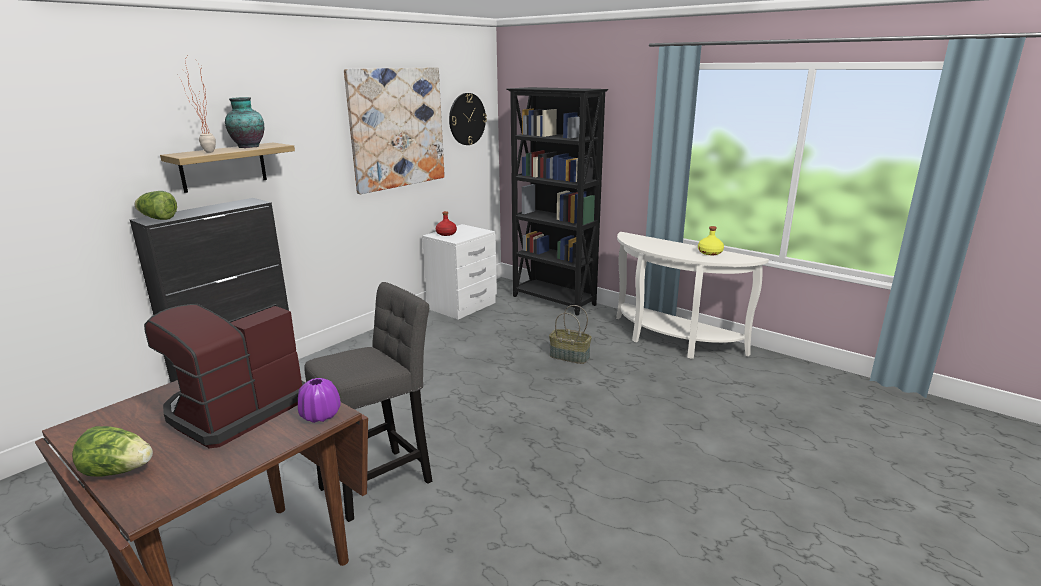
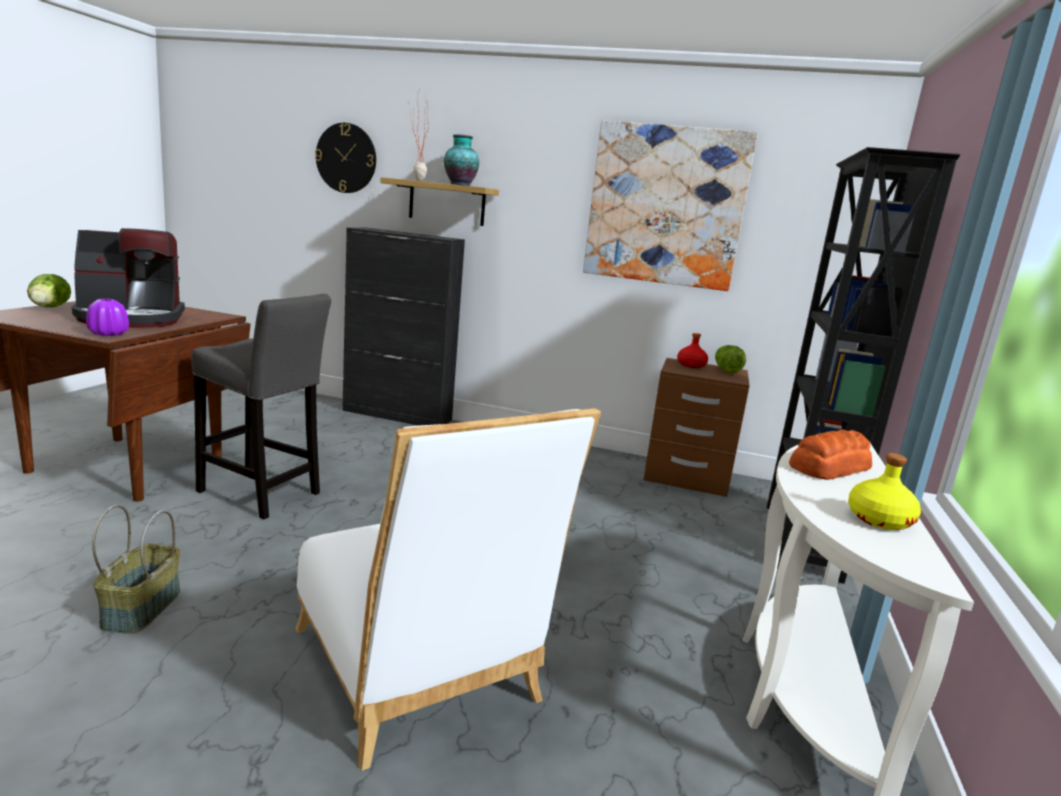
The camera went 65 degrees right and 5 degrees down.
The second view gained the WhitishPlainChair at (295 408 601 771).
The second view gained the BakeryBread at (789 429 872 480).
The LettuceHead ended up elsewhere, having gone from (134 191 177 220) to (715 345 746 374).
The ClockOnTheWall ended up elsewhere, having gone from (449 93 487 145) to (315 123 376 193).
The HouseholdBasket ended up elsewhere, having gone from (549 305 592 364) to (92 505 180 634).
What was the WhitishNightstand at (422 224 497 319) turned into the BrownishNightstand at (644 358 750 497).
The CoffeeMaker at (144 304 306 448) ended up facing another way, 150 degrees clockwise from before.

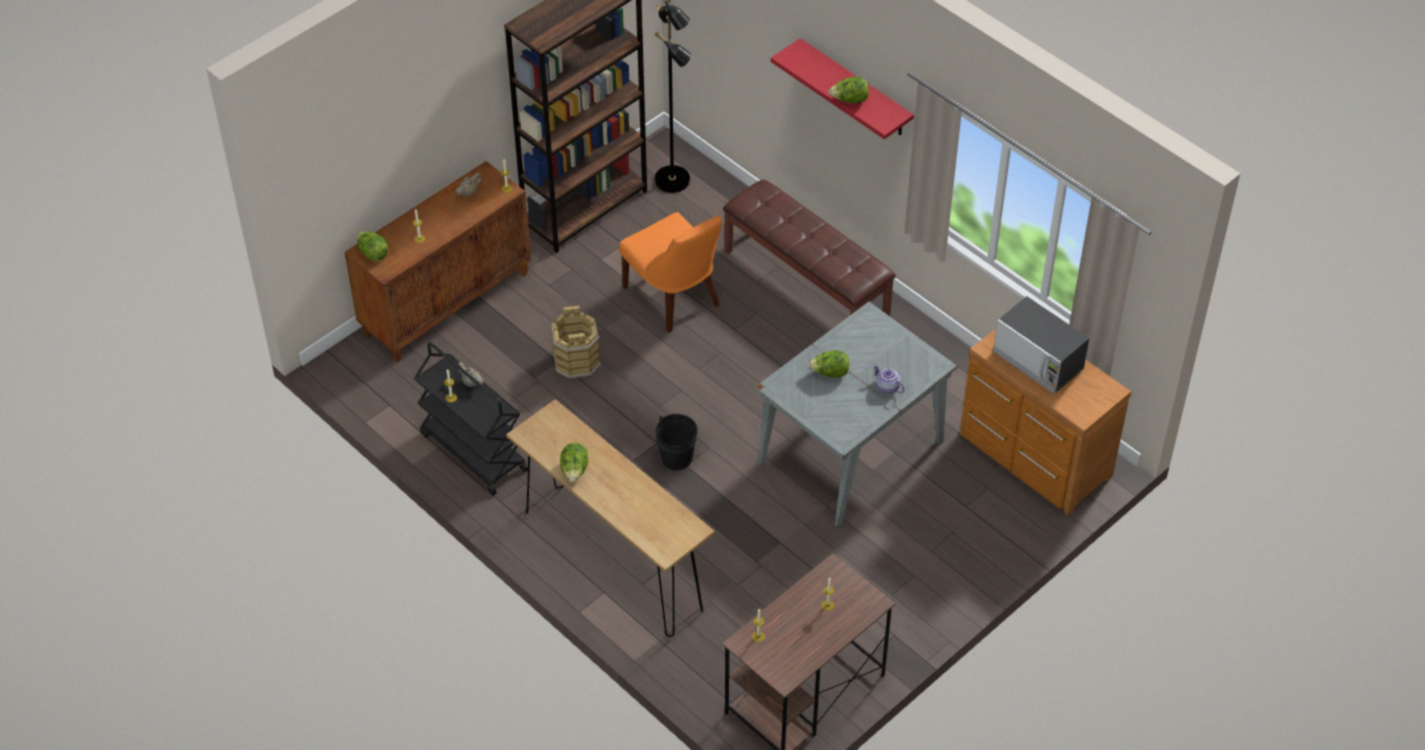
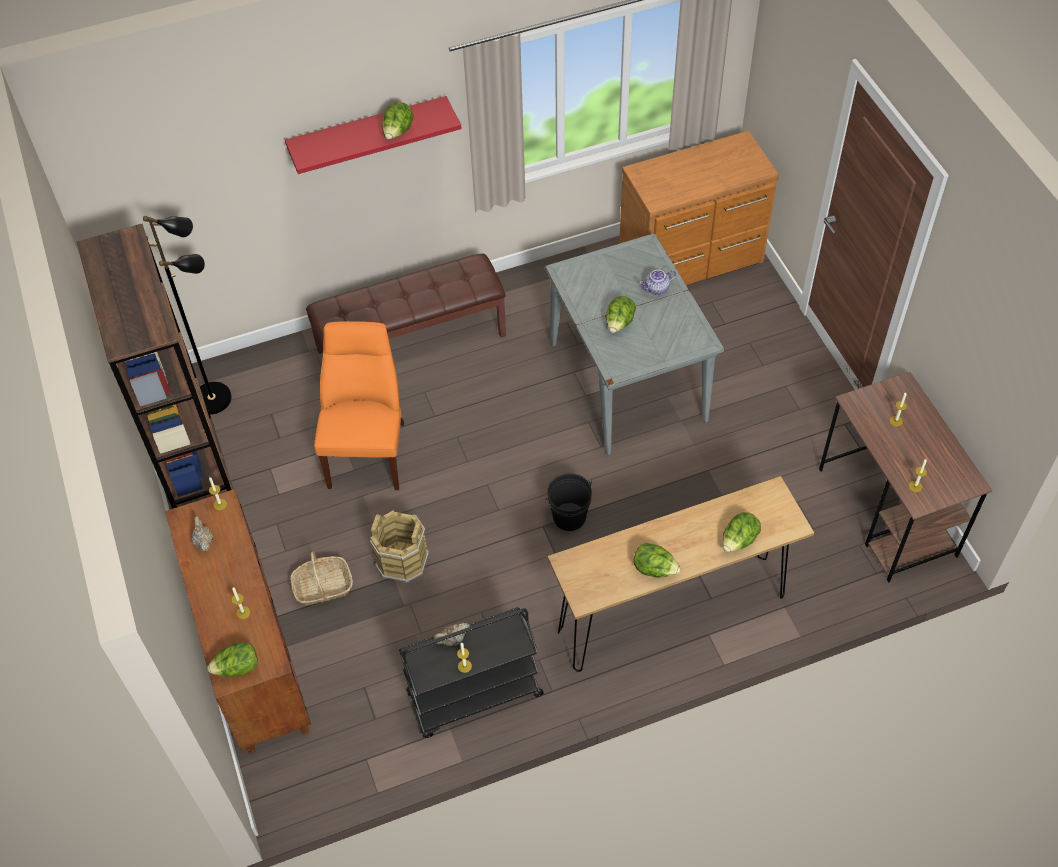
The camera went 65 degrees left and 5 degrees up.
The second view lost the MicrowaveOven at (993 296 1089 394).
The second view gained the HouseholdBasket at (290 552 353 605).
The second view gained the LettuceHead at (723 512 761 552).
The OrangePlainChair at (619 212 722 333) ended up facing another way, 75 degrees counterclockwise from before.

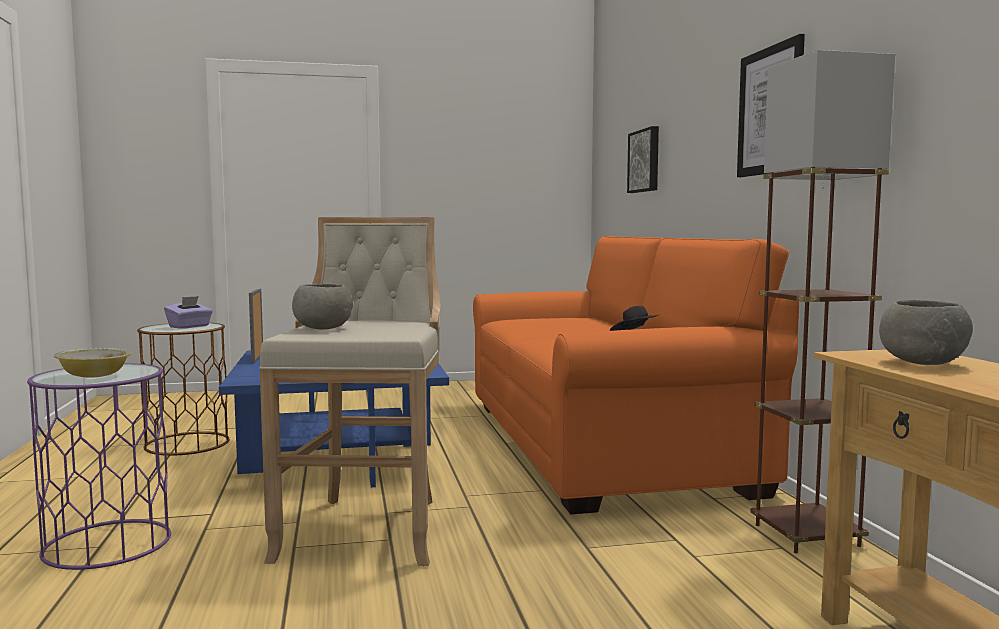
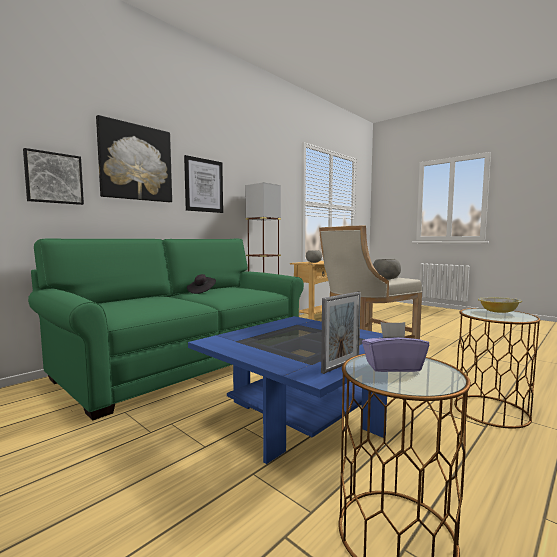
The camera went 125 degrees left and 0 degrees up.
The second view gained the Picture at (96 115 172 202).
What was the PurplishSideTable at (27 363 171 570) turned into the BrownishSideTable at (454 308 540 429).
What was the OrangeCouch at (473 236 799 514) turned into the GreenColouredCouch at (28 238 304 420).

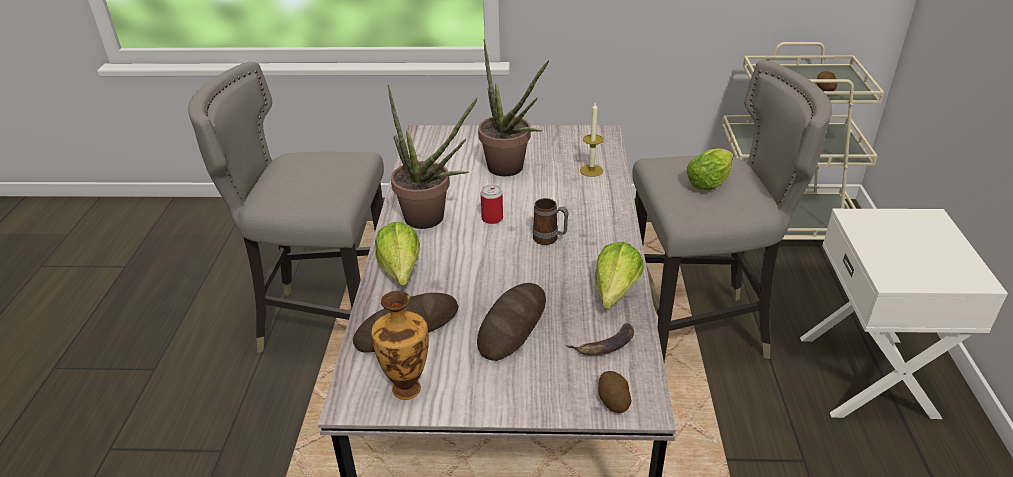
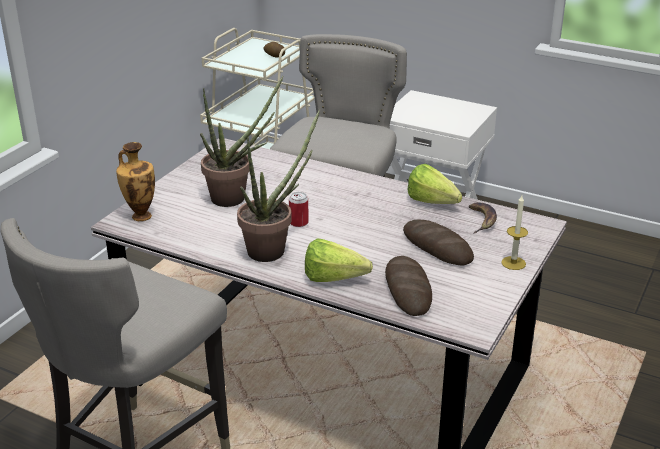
The camera went 65 degrees left and 5 degrees down.
The second view lost the CoffeeMug at (533 198 569 245).
The second view lost the WholePotato at (598 371 631 413).
The second view lost the LettuceHead at (687 148 733 190).
The Vase ended up elsewhere, having gone from (371 291 429 400) to (116 142 155 221).
The WaxLight ended up elsewhere, having gone from (580 103 603 177) to (501 195 528 270).

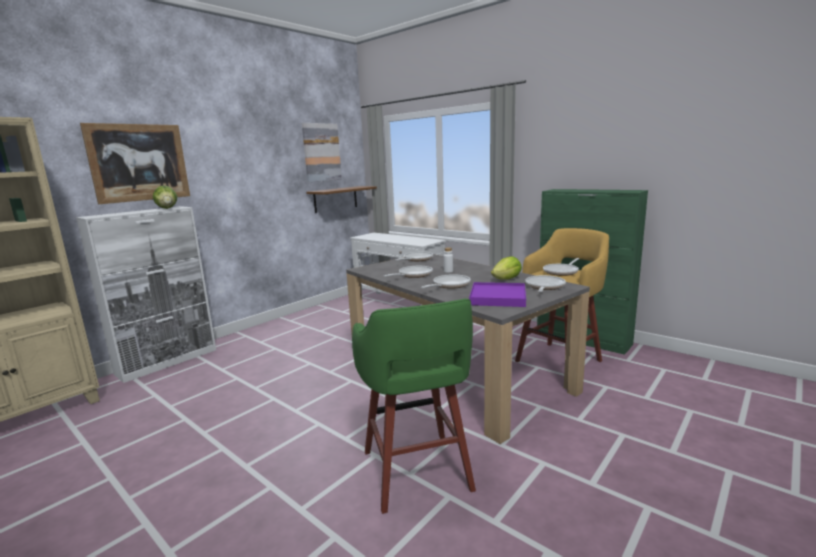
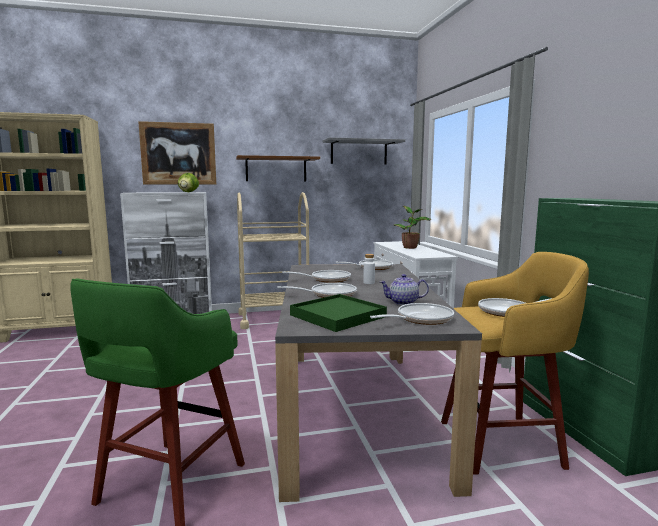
The camera went 35 degrees right and 5 degrees down.
The second view gained the SandColouredTrolley at (237 192 309 329).
The second view gained the Houseplant at (394 206 431 249).
The BrownishShelf ended up elsewhere, having gone from (306 186 377 213) to (236 155 320 181).
Where the Picture hung at (302 123 342 182), the GreyishShelf came to hang at (323 137 405 164).
Where the LettuceHead stood at (491 256 522 280), the PotForTea came to stand at (380 274 429 305).
What was the PurplishTray at (469 282 526 307) turned into the GreenColouredTray at (290 294 387 332).

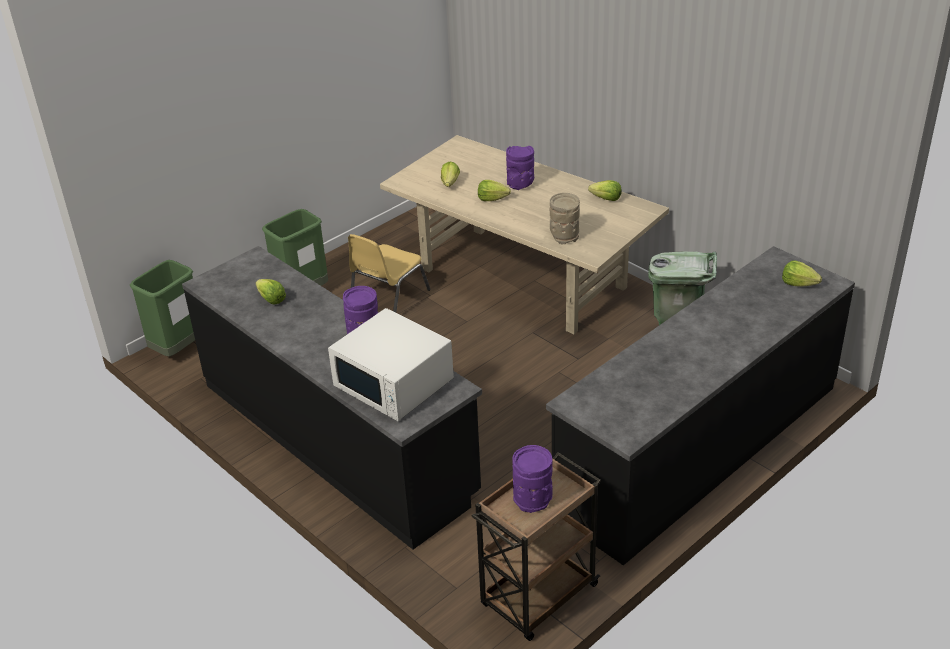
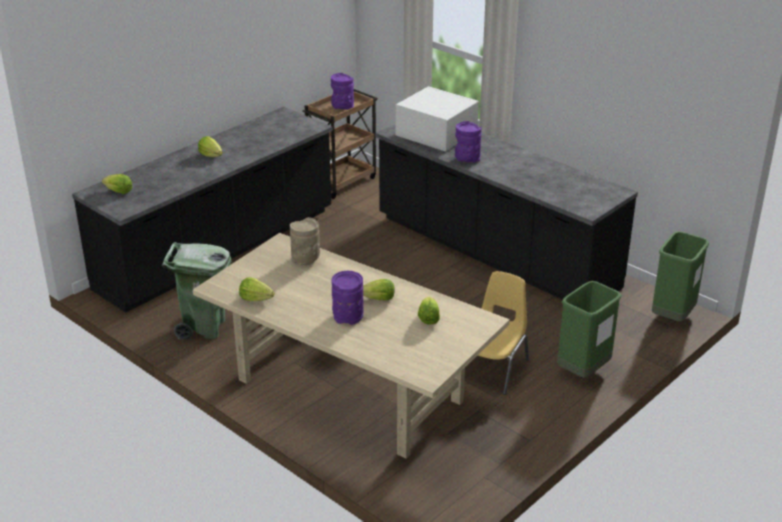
The camera went 175 degrees right and 5 degrees down.
The LettuceHead ended up elsewhere, having gone from (256 279 286 305) to (198 136 223 157).

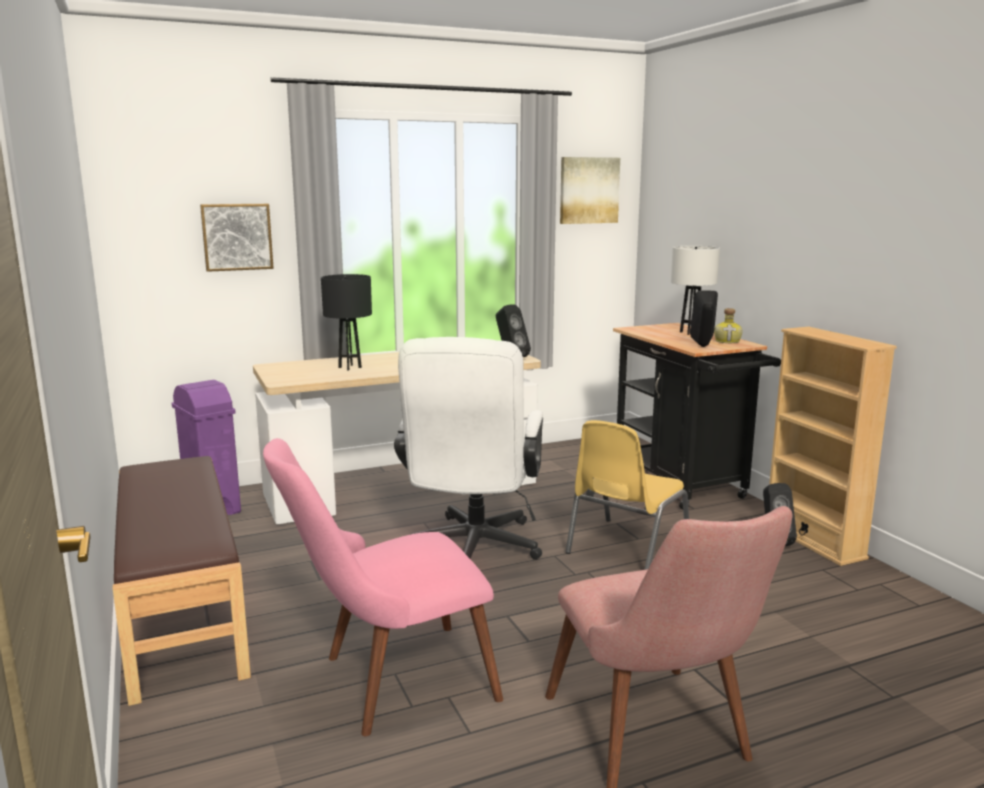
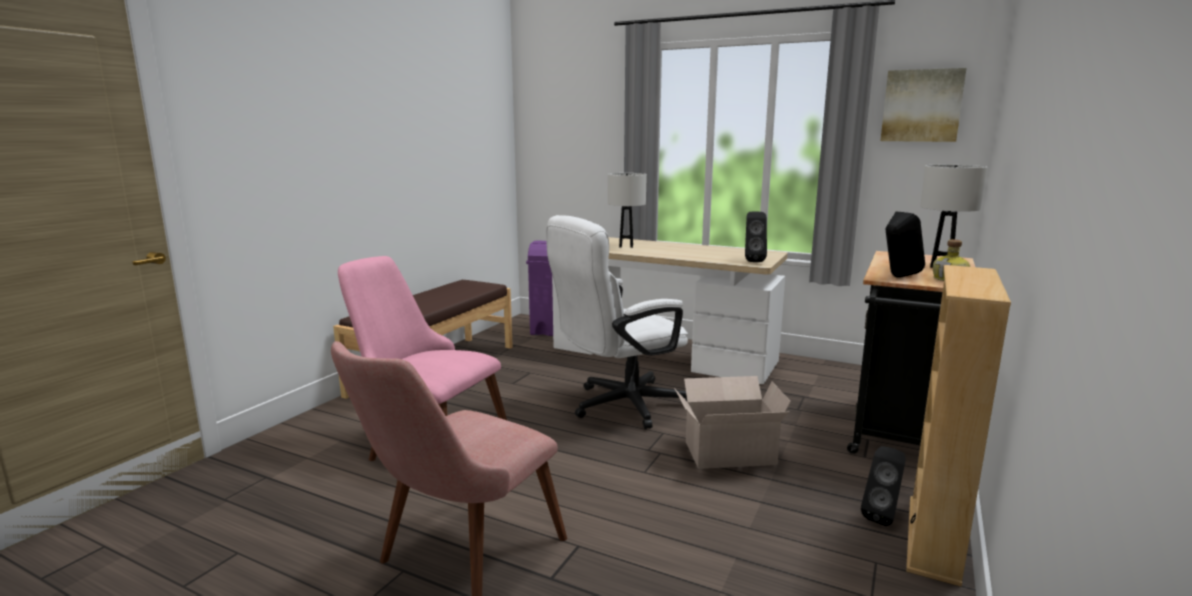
The camera went 50 degrees right and 0 degrees up.
The second view lost the Picture at (200 204 274 272).
Where the YellowPlainChair stood at (565 420 689 570), the Carton came to stand at (674 376 791 469).
What was the BlackTableLamp at (321 274 372 370) turned into the WhitishTableLamp at (608 173 647 248).

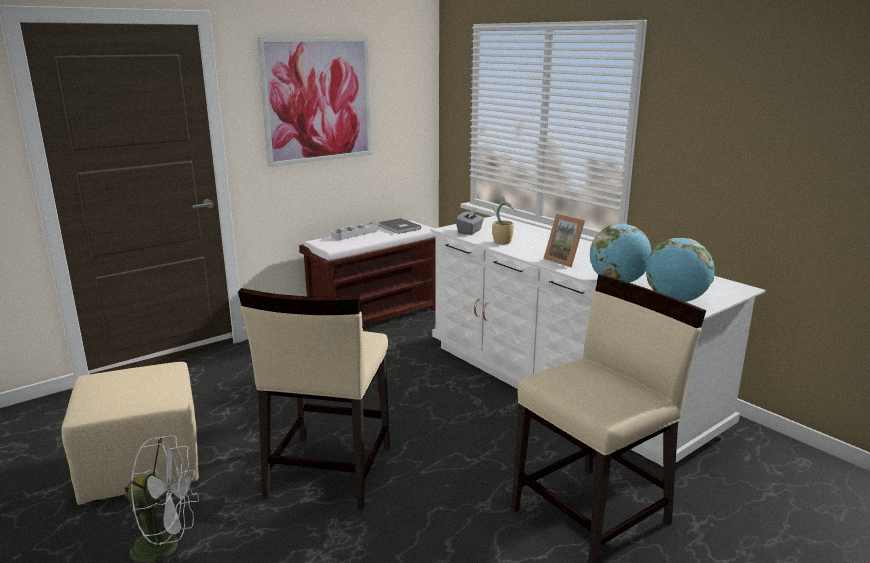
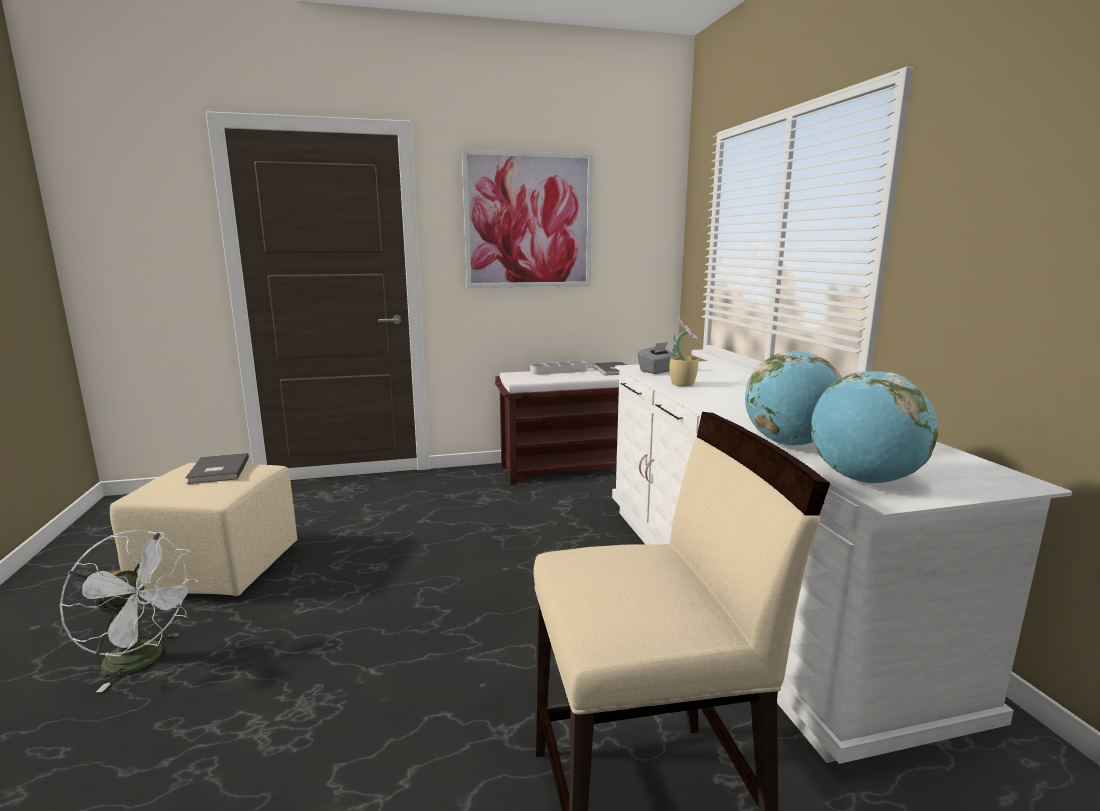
The camera went 25 degrees right and 5 degrees down.
The second view lost the SandColouredPlainChair at (238 288 390 511).
The second view lost the StandingFrame at (544 214 585 267).
The second view gained the GreyishBook at (185 453 249 484).

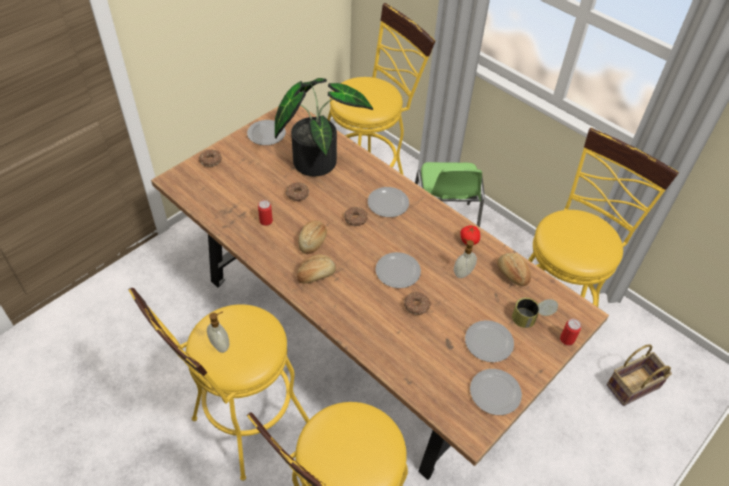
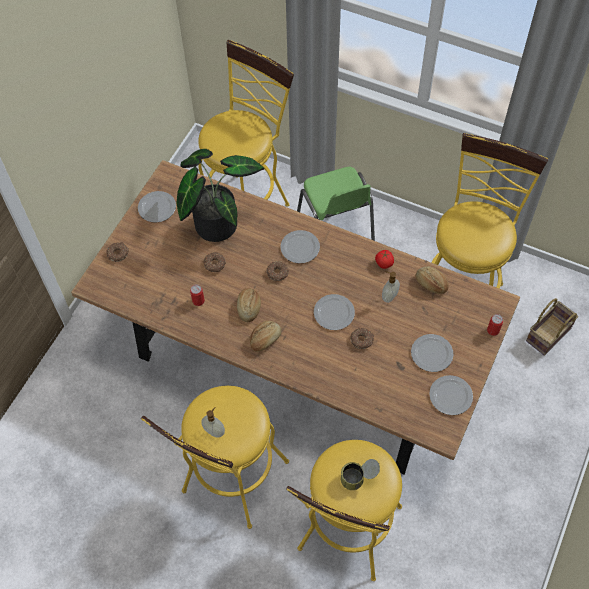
The camera went 15 degrees left and 10 degrees up.
The MetalCan ended up elsewhere, having gone from (512 298 558 328) to (341 459 380 490).

